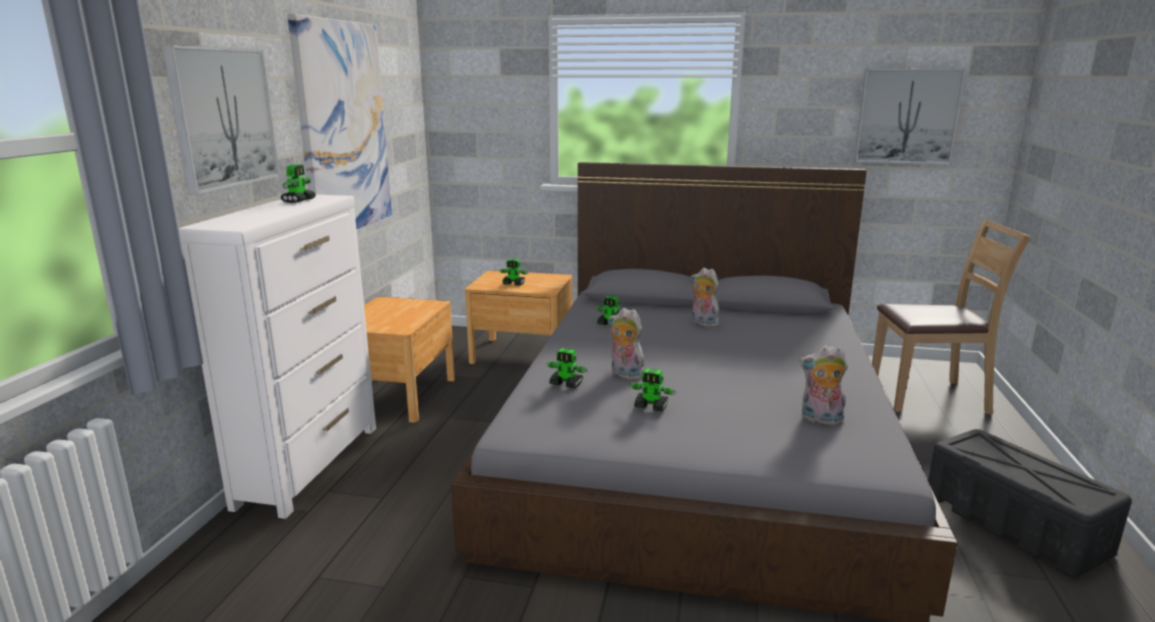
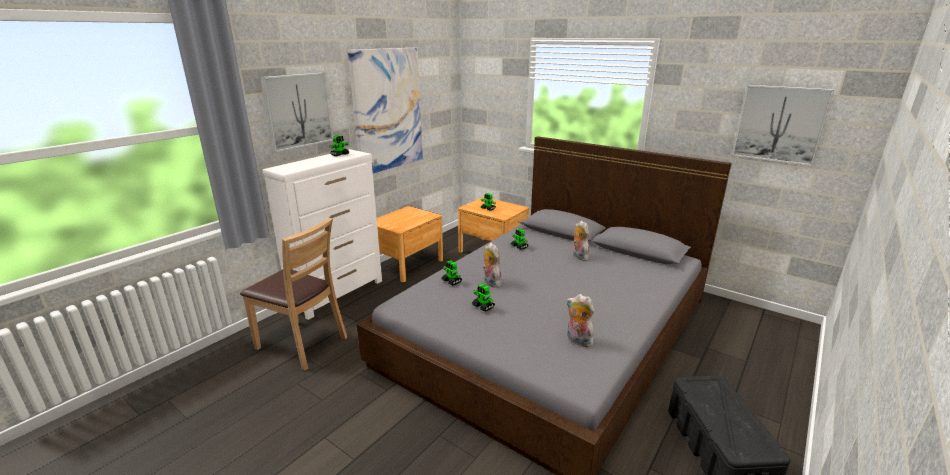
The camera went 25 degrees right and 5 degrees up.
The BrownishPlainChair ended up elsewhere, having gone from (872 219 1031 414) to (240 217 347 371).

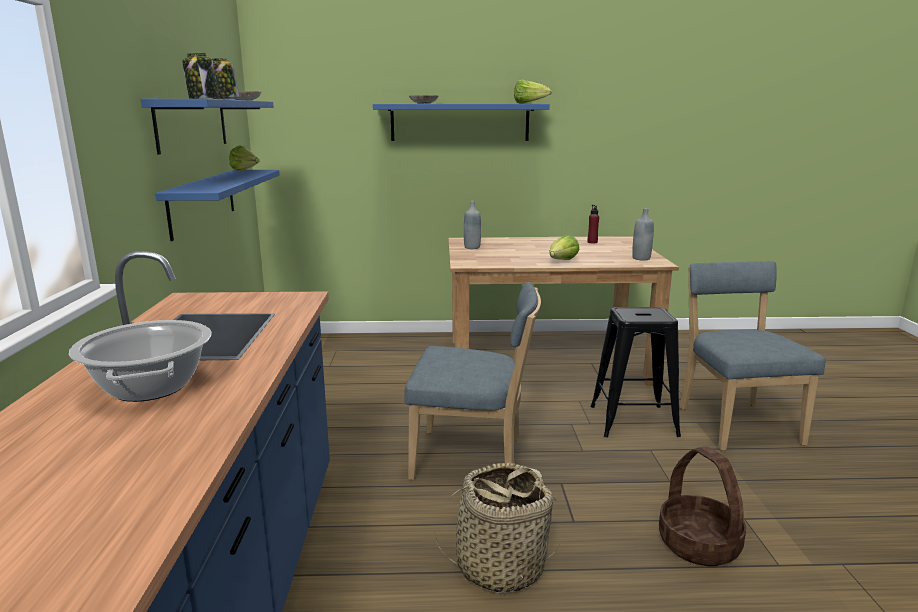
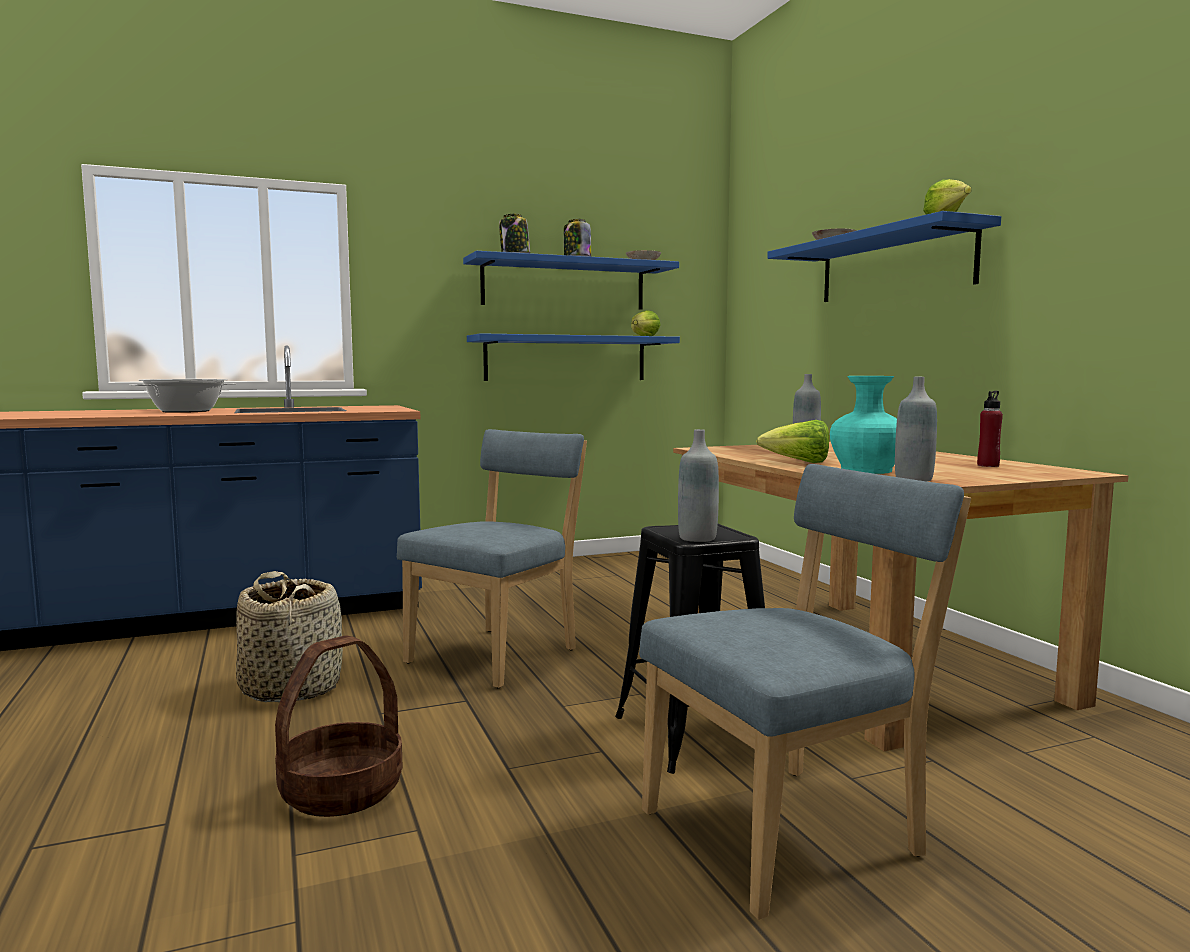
The camera went 70 degrees right and 10 degrees down.
The second view gained the GreyishBottle at (678 429 719 542).
The second view gained the TurquoiseColouredVase at (830 376 897 474).
The BluePlainChair at (404 282 541 480) ended up facing another way, 135 degrees counterclockwise from before.

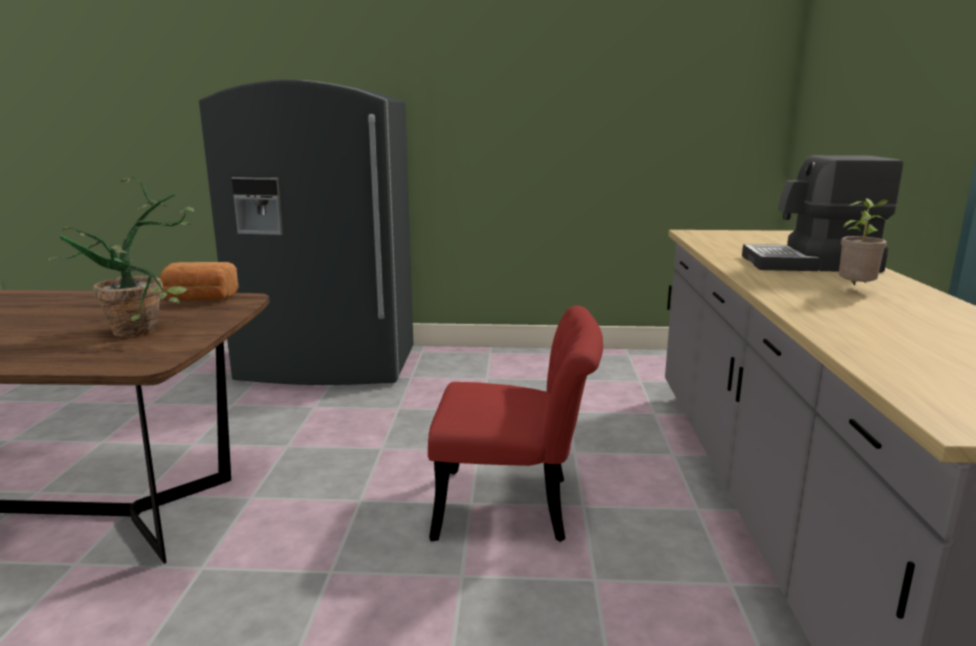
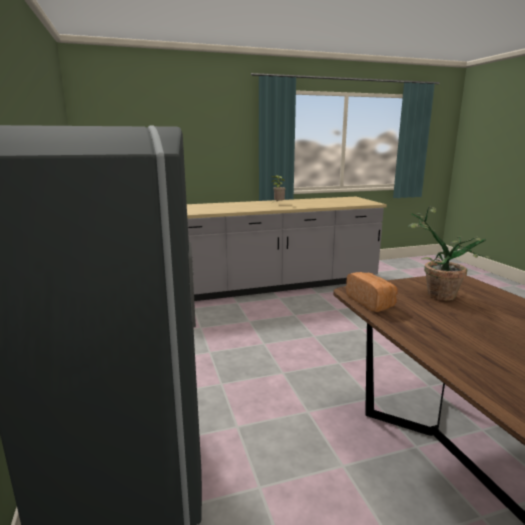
The camera went 110 degrees left and 0 degrees up.
The second view lost the RedPlainChair at (428 306 603 542).
The second view lost the CoffeeMaker at (742 155 904 272).

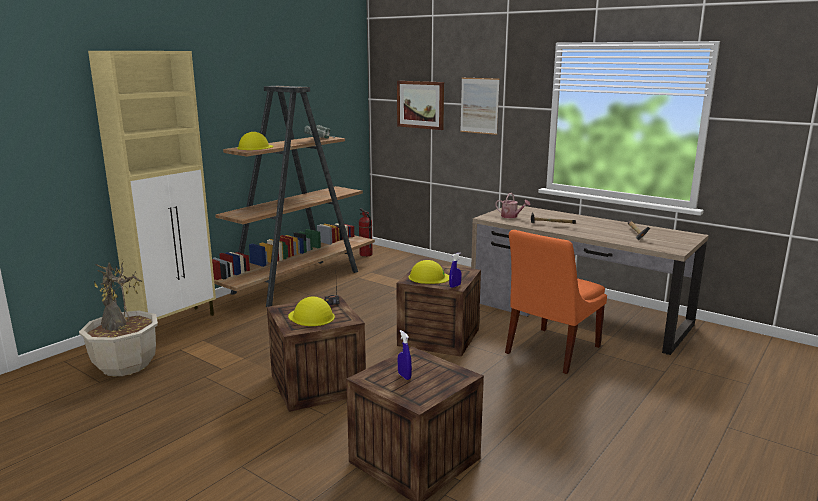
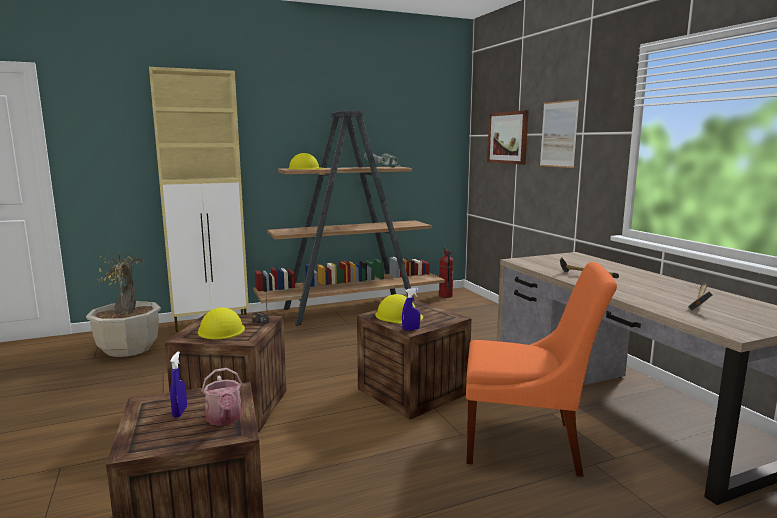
The camera went 30 degrees right and 5 degrees down.
The WateringCan ended up elsewhere, having gone from (496 193 530 218) to (202 368 242 426).
The OrangePlainChair at (505 230 607 374) ended up facing another way, 150 degrees counterclockwise from before.

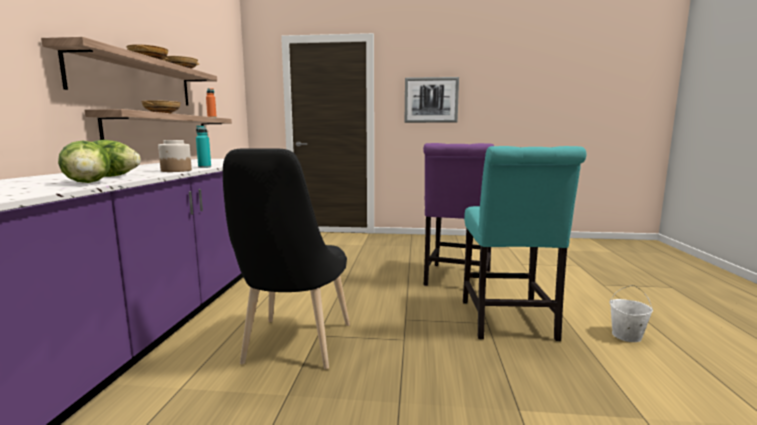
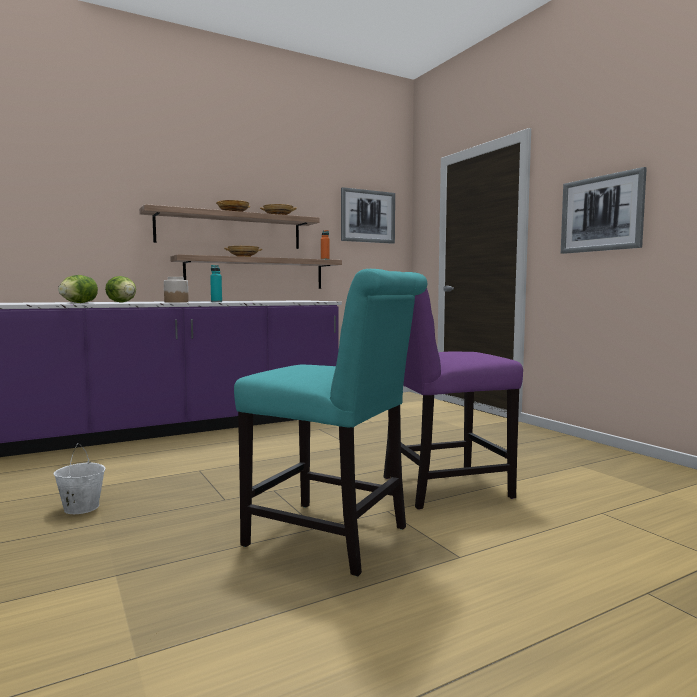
The camera went 55 degrees right and 5 degrees down.
The second view lost the BlackPlainChair at (223 148 350 369).
The second view gained the Picture at (341 187 395 244).
The WhitishPail ended up elsewhere, having gone from (610 285 653 342) to (53 443 105 514).
The TurquoiseColouredPlainChair at (463 146 586 341) ended up facing another way, 120 degrees counterclockwise from before.

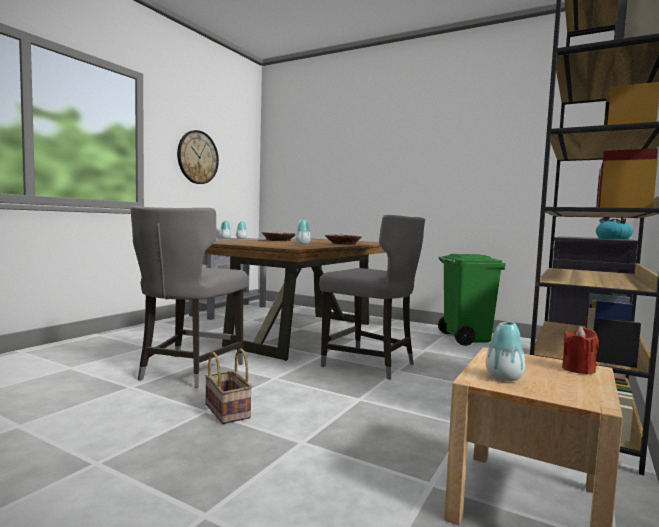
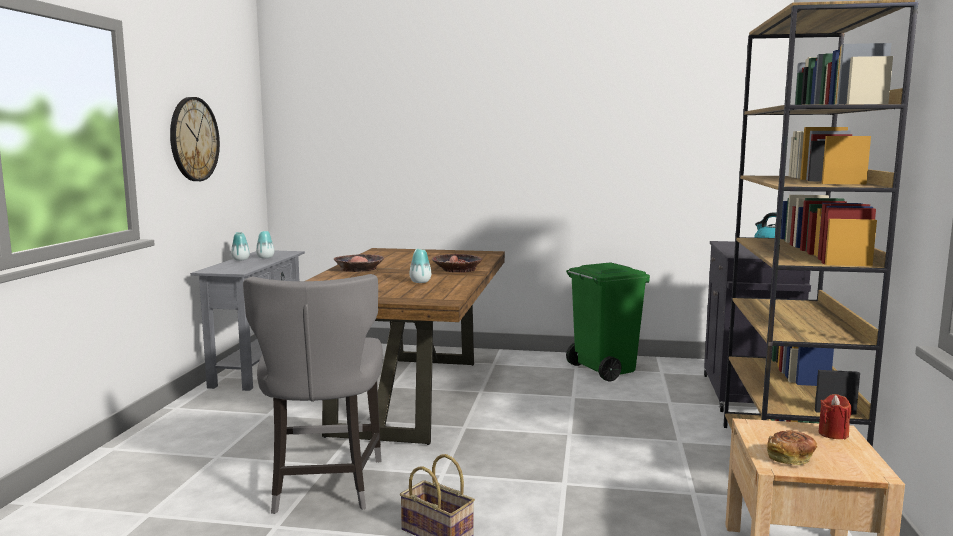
The camera went 20 degrees left and 5 degrees up.
The second view lost the GreyishPlainChair at (319 215 425 380).
Where the Vase stood at (486 322 525 381), the BakeryBread came to stand at (767 430 817 465).

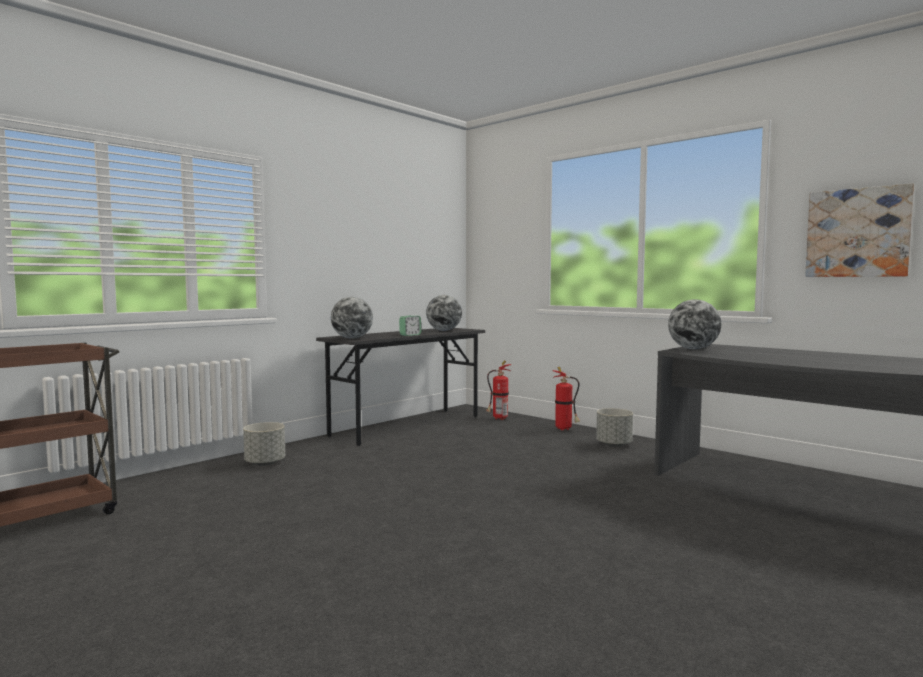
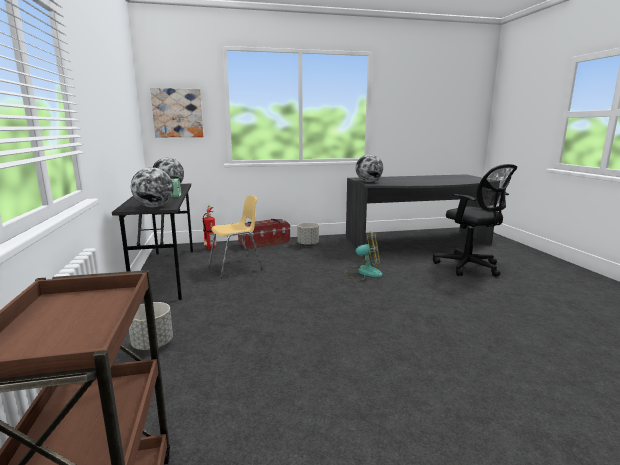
The camera went 55 degrees left and 10 degrees up.
The second view gained the YellowPlainChair at (208 195 263 278).
The second view gained the Fan at (345 231 382 280).
The second view gained the BlackDeskChair at (433 164 517 277).
The Picture ended up elsewhere, having gone from (805 183 914 277) to (150 88 204 137).
Where the Extinguisher stood at (553 366 580 430), the StorageBin came to stand at (238 218 290 250).

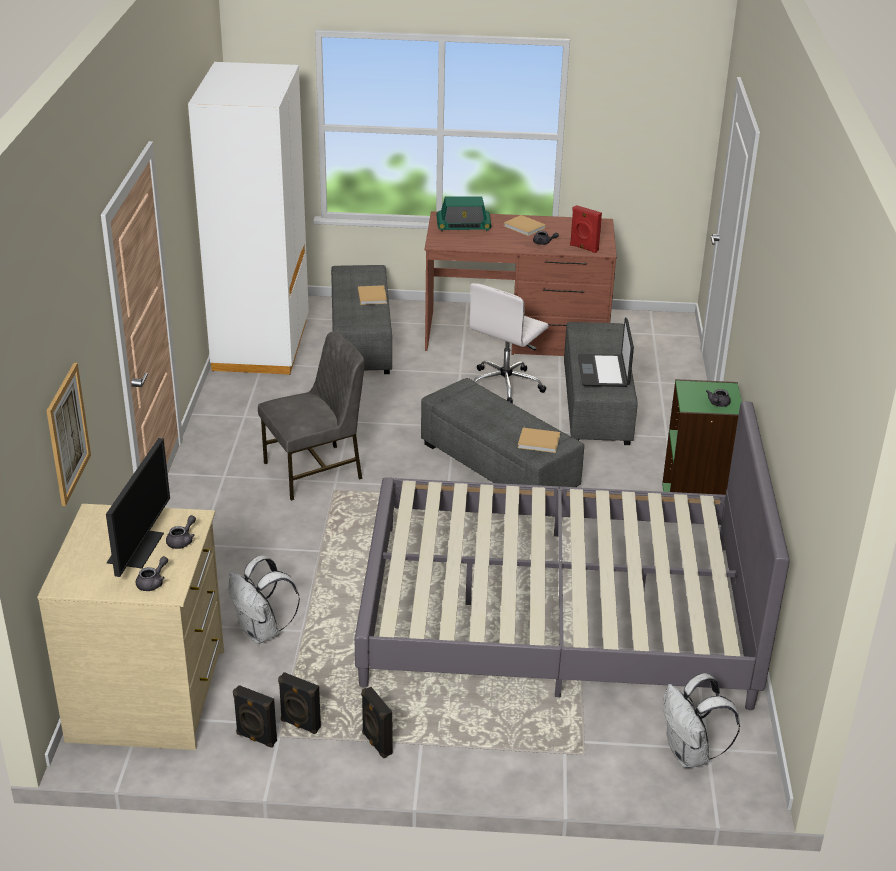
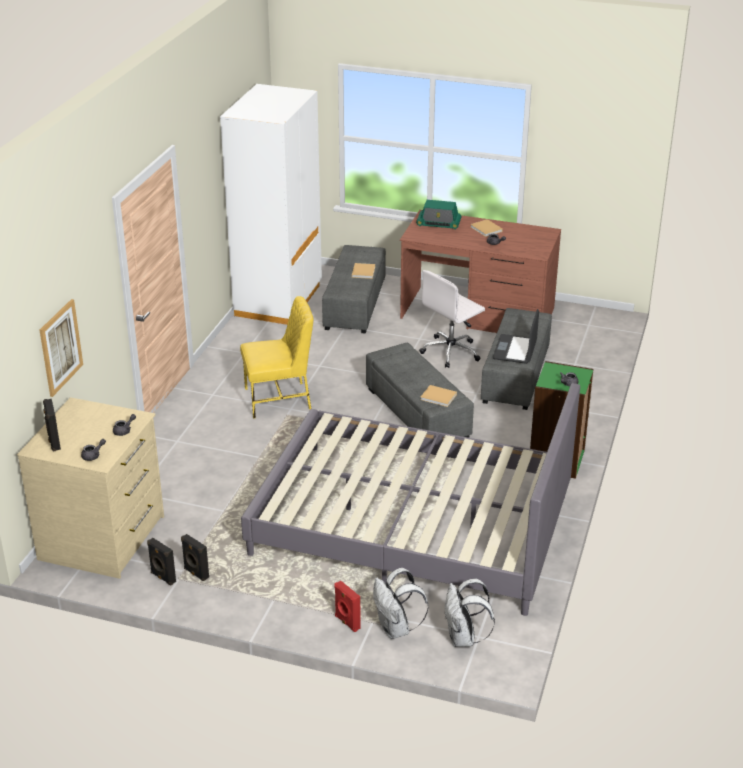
The camera went 15 degrees right and 0 degrees up.
The second view lost the ComputerScreen at (106 438 170 577).
The WhitishBackpack ended up elsewhere, having gone from (229 555 300 644) to (373 568 428 639).
The BlackLoudspeaker ended up elsewhere, having gone from (361 687 393 758) to (43 399 61 452).
The RedLoudspeaker ended up elsewhere, having gone from (570 205 602 253) to (334 580 361 632).
What was the GreyishPlainChair at (258 332 365 501) turned into the YellowPlainChair at (240 296 313 419).

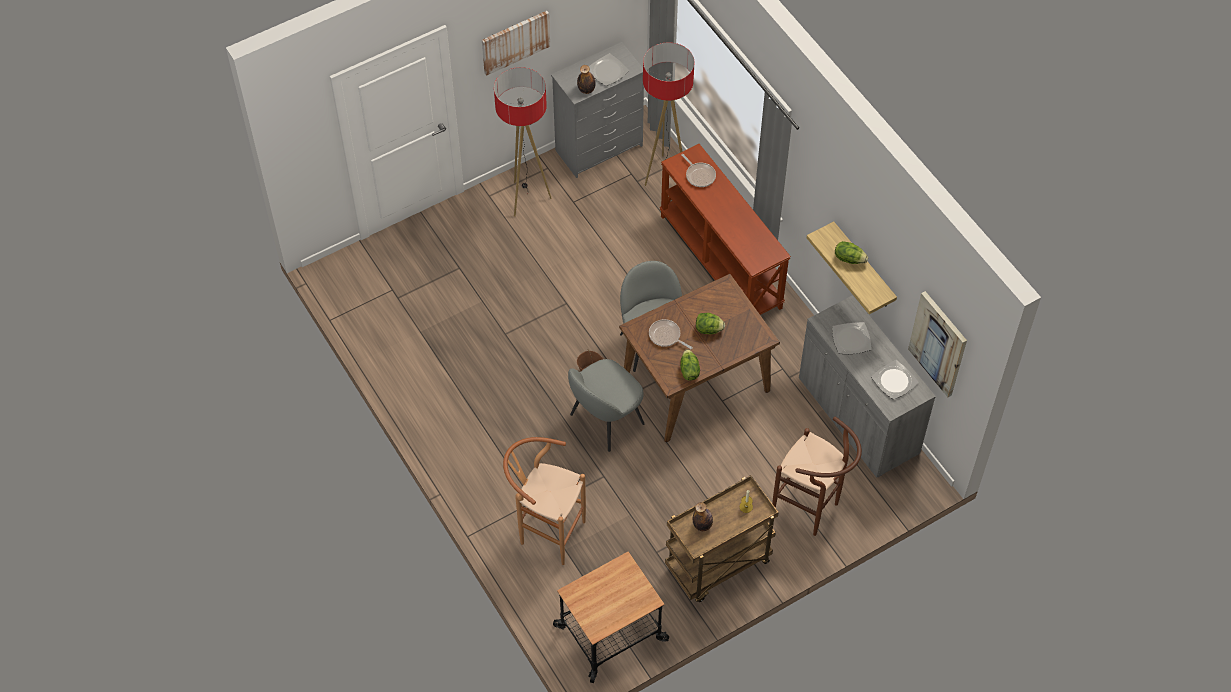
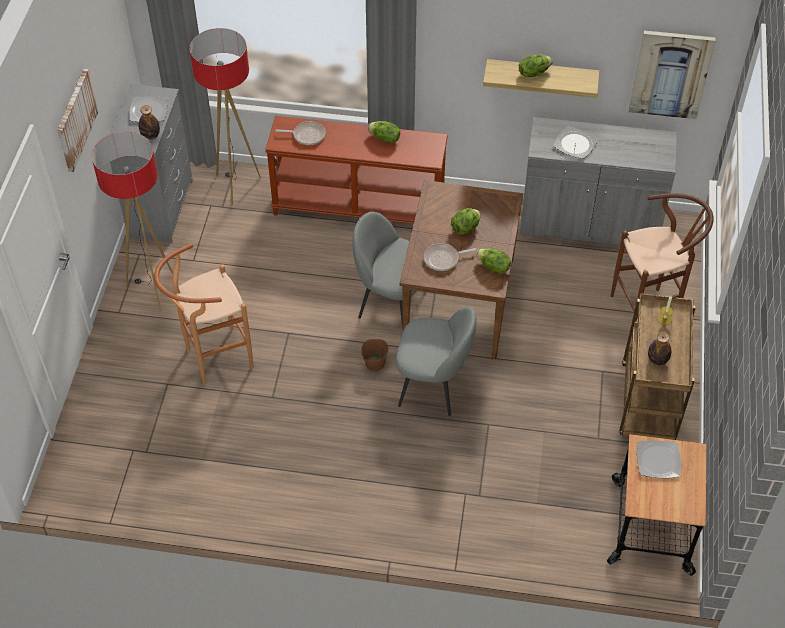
The camera went 50 degrees left and 5 degrees down.
The second view gained the LettuceHead at (368 121 400 143).
The BrownishStoolSeat ended up elsewhere, having gone from (503 437 586 565) to (154 243 254 383).
The FlatDish ended up elsewhere, having gone from (871 360 918 400) to (637 441 681 478).
The GreyishPlainChair at (568 359 645 452) ended up facing another way, 75 degrees counterclockwise from before.

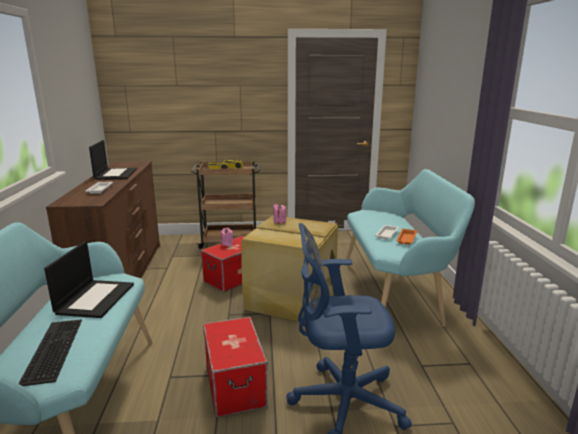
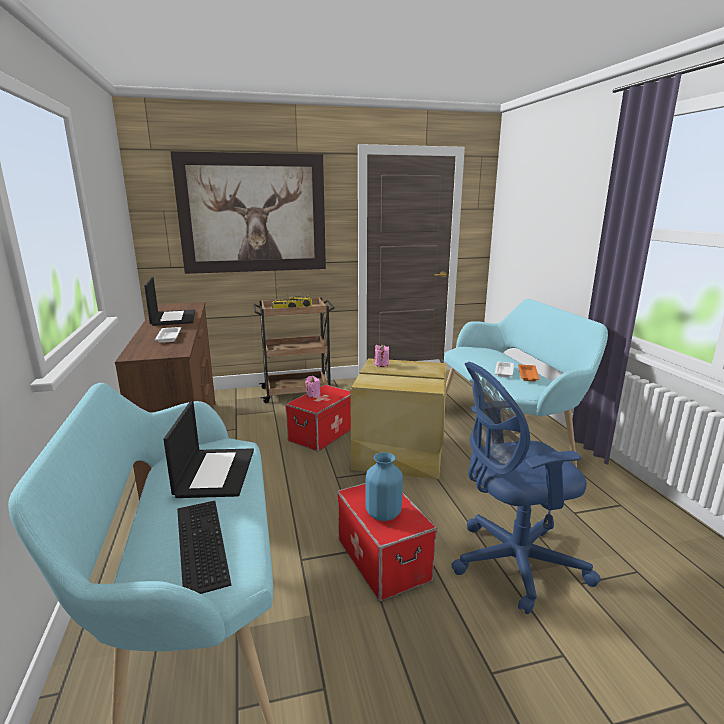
The camera went 10 degrees left and 0 degrees up.
The second view gained the Picture at (170 151 326 274).
The second view gained the BlueVase at (365 452 403 521).

